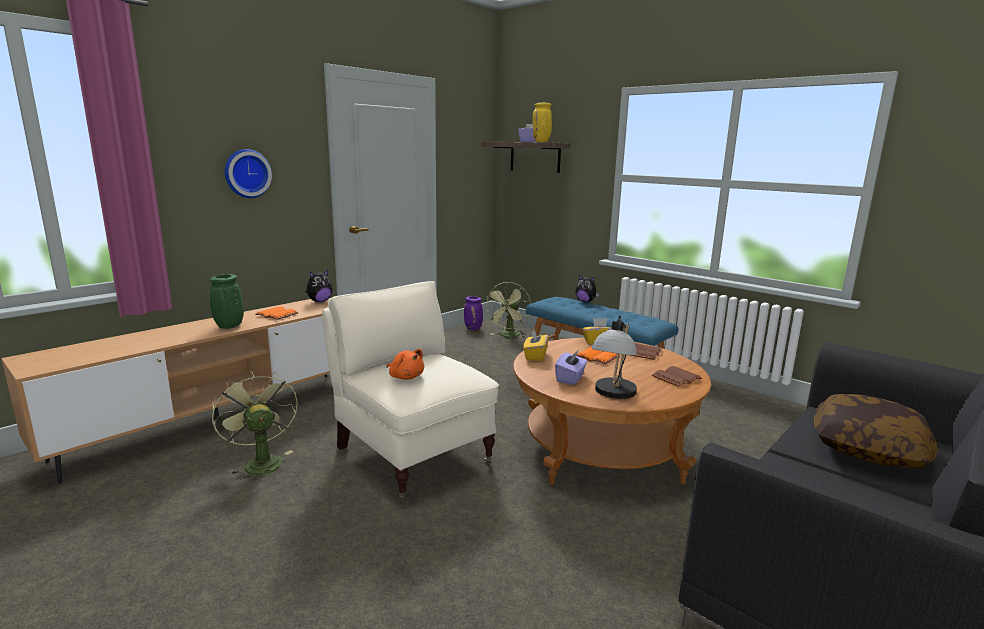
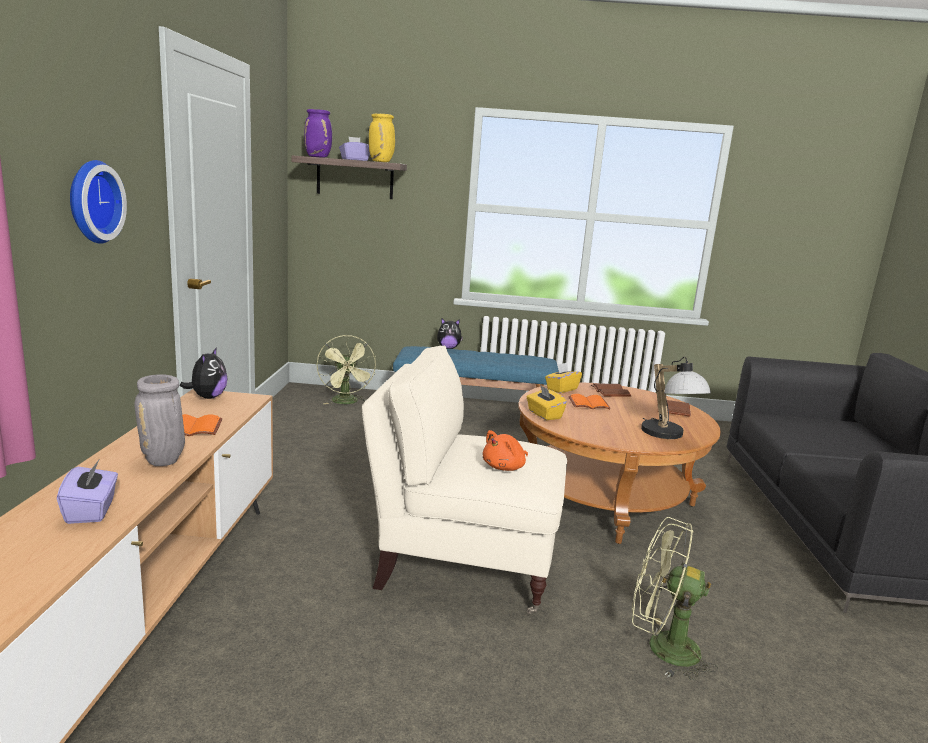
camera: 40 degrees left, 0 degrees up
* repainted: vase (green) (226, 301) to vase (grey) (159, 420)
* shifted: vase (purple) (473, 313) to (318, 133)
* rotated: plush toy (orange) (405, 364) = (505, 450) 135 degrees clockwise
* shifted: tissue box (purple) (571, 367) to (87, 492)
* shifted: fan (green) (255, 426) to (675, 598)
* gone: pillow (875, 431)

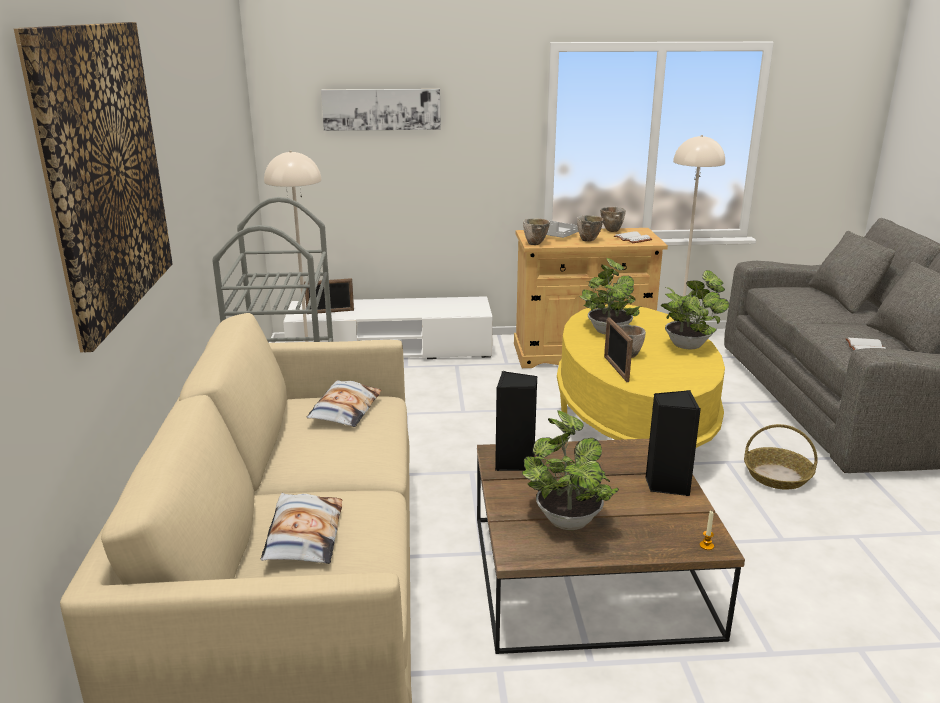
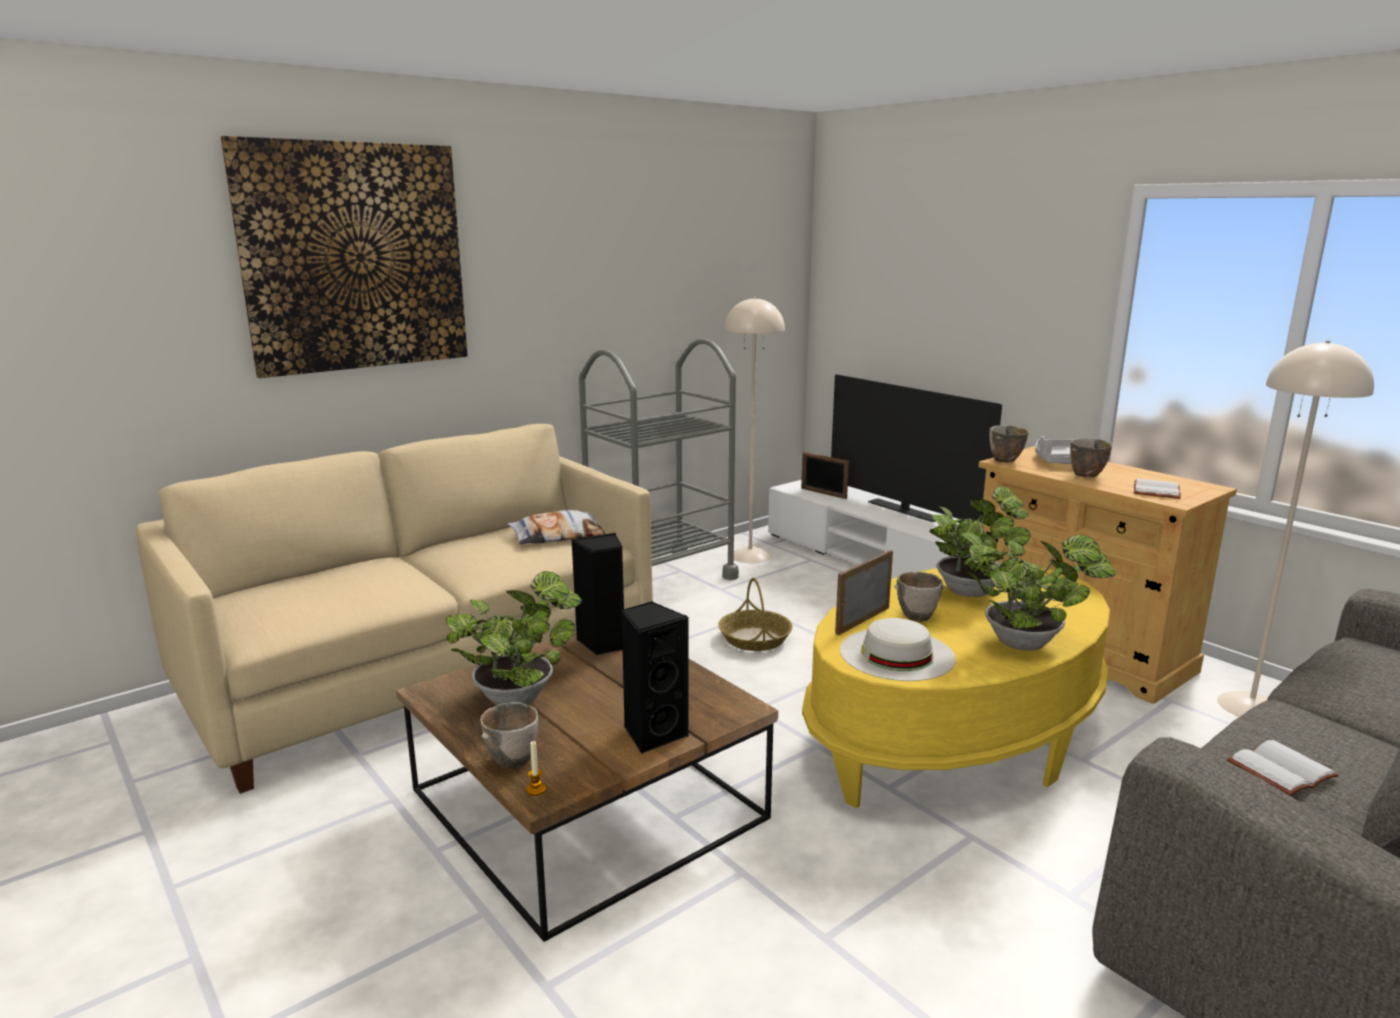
camera: 55 degrees right, 5 degrees down
* gone: picture (381, 110)
* shifted: bowl (613, 219) to (509, 735)
* shifted: basket (781, 457) to (755, 614)
* gone: pillow (302, 528)
* new: television (916, 448)
* new: hat (white) (898, 649)

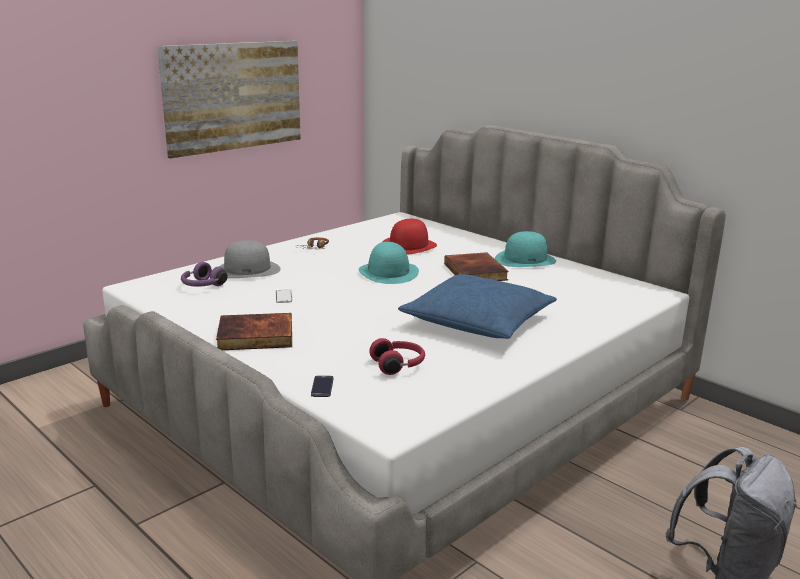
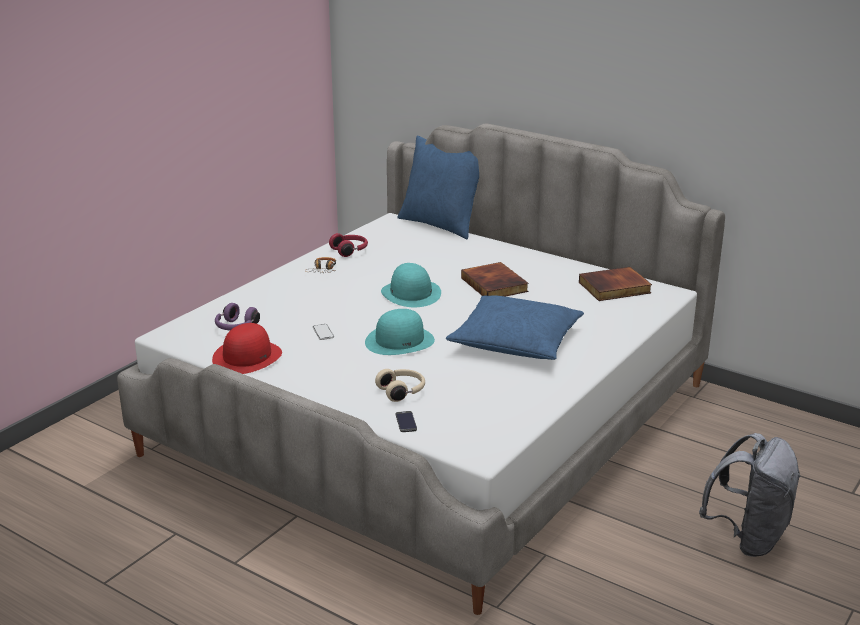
camera: 10 degrees left, 5 degrees up
* gone: picture (229, 99)
* shifted: hat (red) (410, 237) to (247, 348)
* shifted: hat (turquoise) (525, 249) to (400, 332)
* gone: hat (grey) (250, 259)
* shifted: book (254, 331) to (615, 284)
* shifted: headphones (red) (397, 356) to (348, 245)
* new: pillow (blue) (438, 188)
* new: headphones (beige) (400, 385)

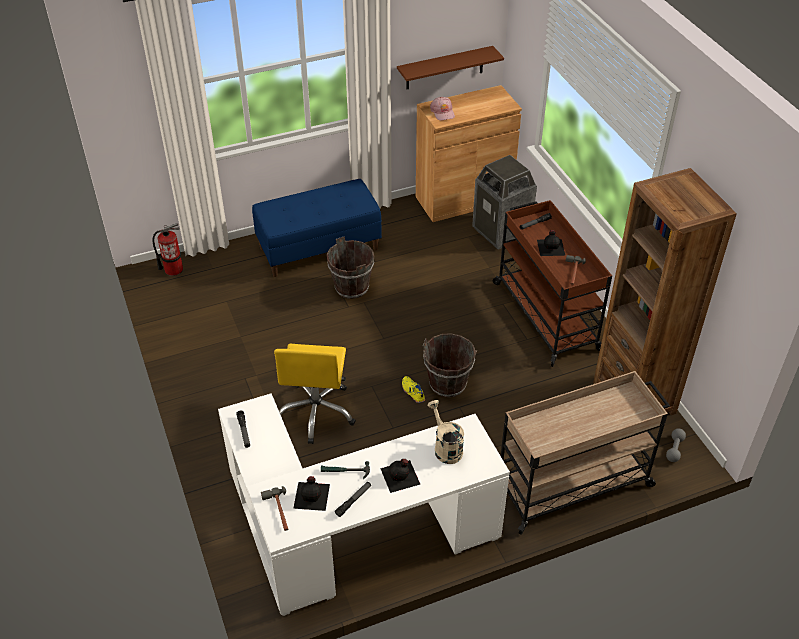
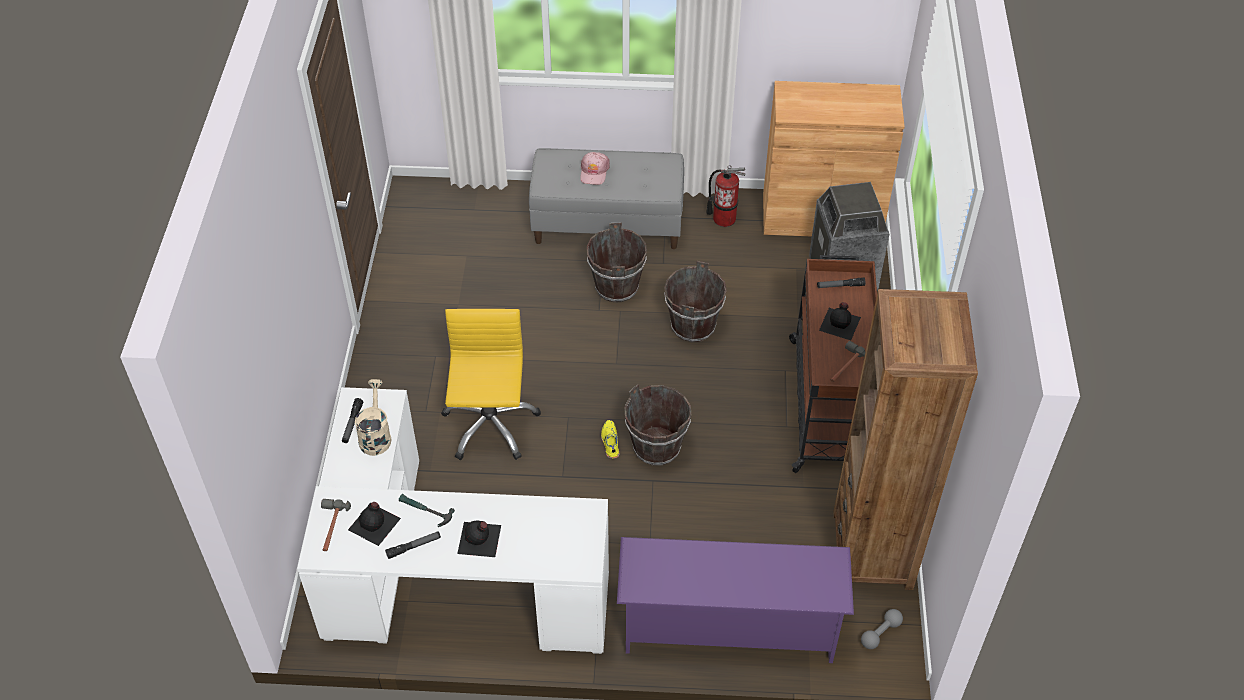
camera: 25 degrees right, 5 degrees up
* gone: shelf (brown) (450, 67)
* shifted: cap (pink) (442, 109) to (595, 168)
* repainted: bench (blue) (317, 228) to bench (grey) (606, 198)
* shifted: fire extinguisher (168, 249) to (725, 196)
* rotated: office chair (yellow) (315, 394) = (491, 384) 150 degrees clockwise
* swapped: cart (beige) (585, 453) to shoe rack (purple) (735, 600)
* shifted: watering can (beige) (445, 432) to (373, 417)
* new: bucket (brown) (695, 301)

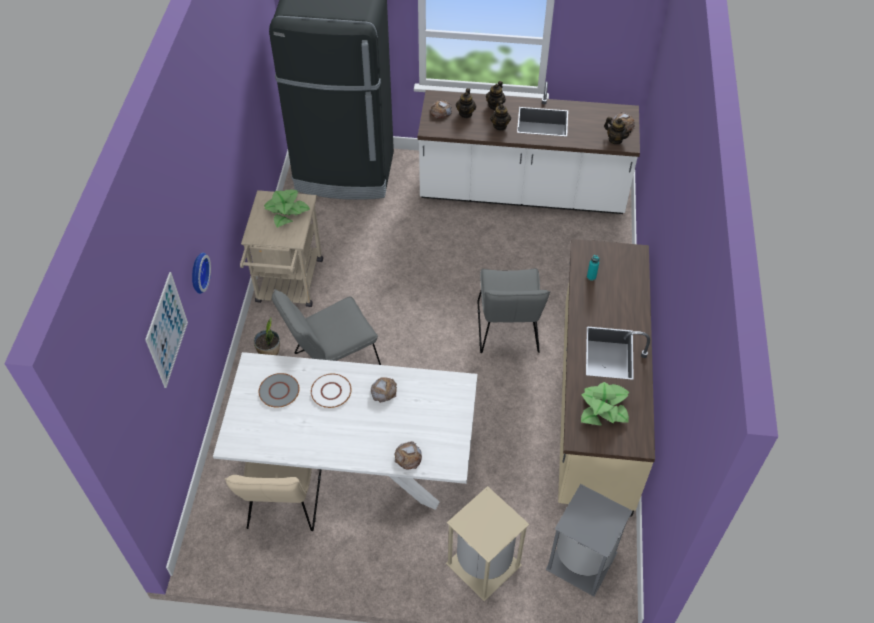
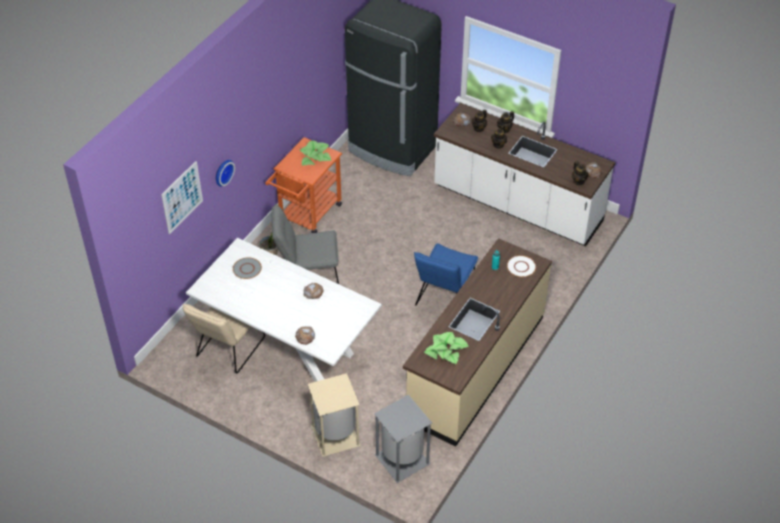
camera: 25 degrees right, 5 degrees down
* repainted: cart (beige) (281, 248) to cart (orange) (303, 185)
* repainted: chair (grey) (514, 310) to chair (blue) (446, 274)
* shifted: plate (white) (331, 391) to (521, 266)

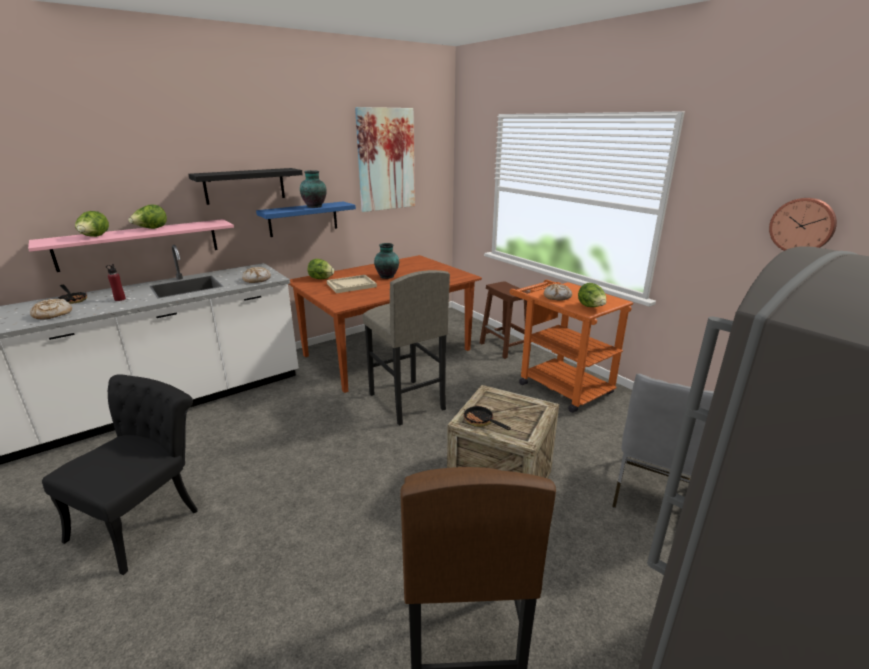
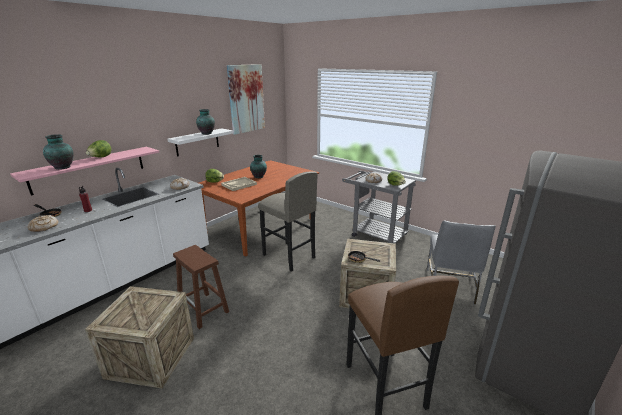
camera: 15 degrees left, 0 degrees up
* gone: shelf (black) (245, 186)
* gone: wall clock (803, 224)
* repainted: shelf (blue) (306, 219) to shelf (white) (200, 142)
* swapped: lettuce (92, 224) to vase (58, 152)
* repainted: cart (orange) (571, 346) to cart (grey) (379, 207)
* shifted: stool (brown) (505, 320) to (201, 287)
* swapped: chair (black) (120, 474) to crate (139, 337)

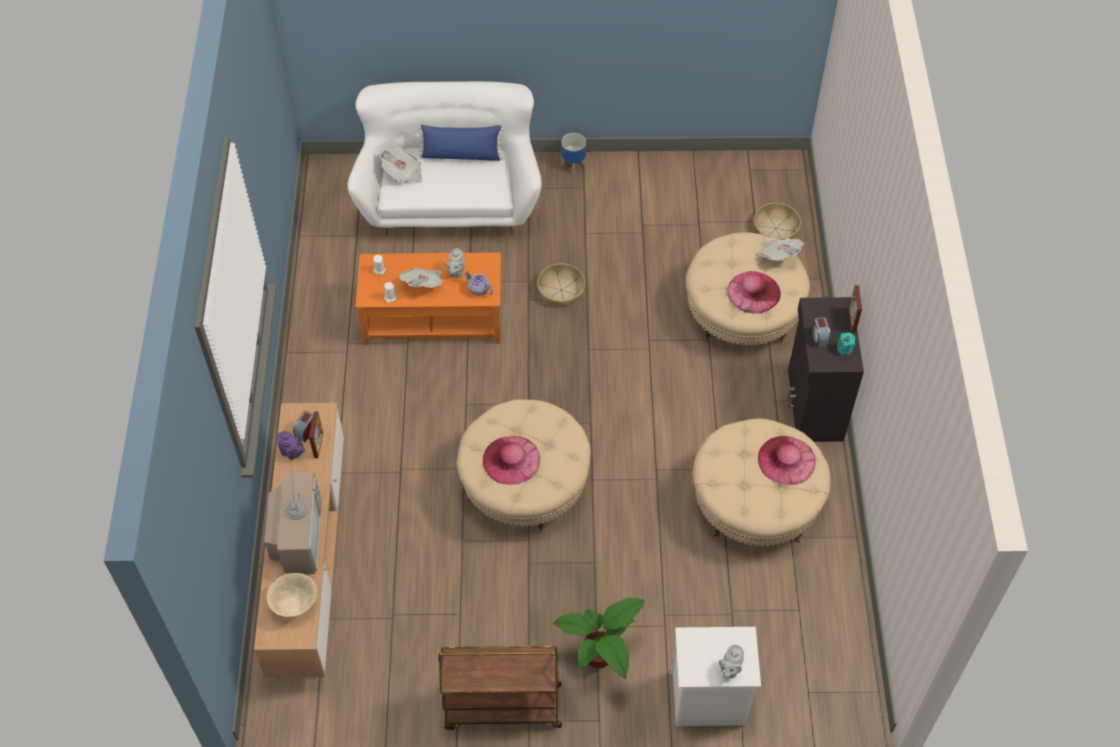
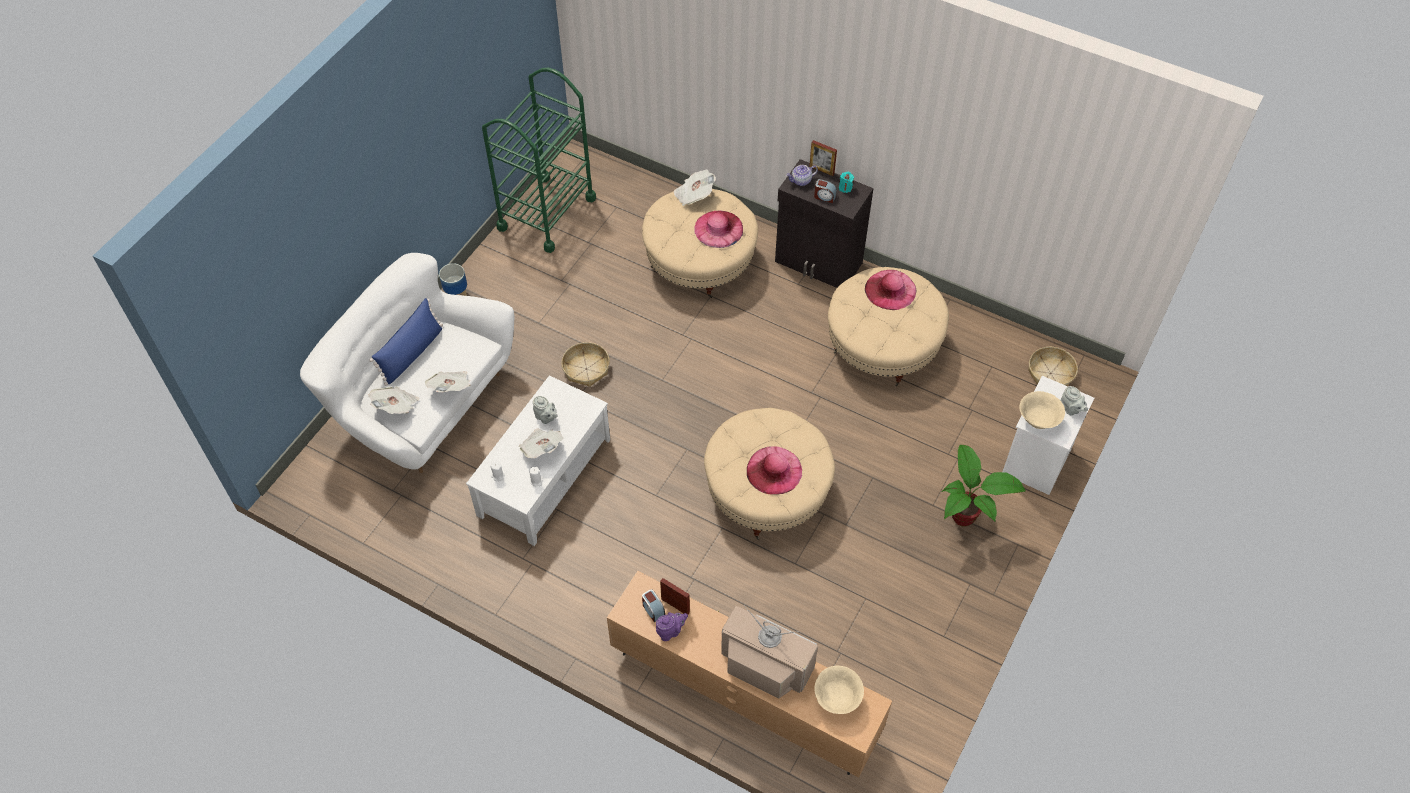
camera: 60 degrees left, 0 degrees up
* shifted: basket (777, 221) to (1053, 366)
* repainted: coffee table (orange) (428, 299) to coffee table (white) (538, 460)
* shifted: teapot (478, 283) to (802, 175)
* gone: cart (brown) (500, 688)
* new: cart (green) (539, 160)
* new: newspaper (447, 381)
* new: bowl (beige) (1042, 410)

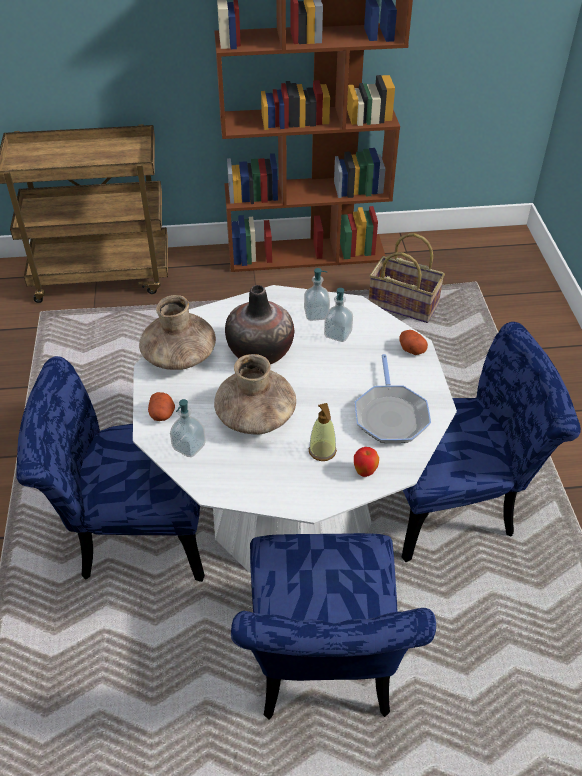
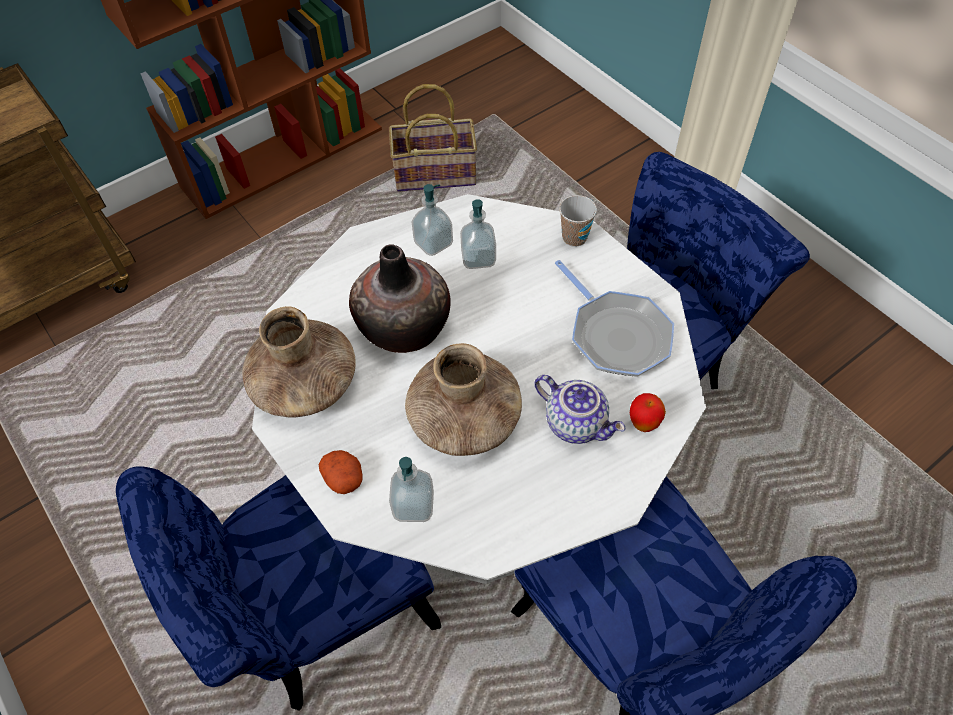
camera: 30 degrees left, 10 degrees up
* swapped: potato (413, 342) to cup (578, 221)
* swapped: soap dispenser (323, 432) to teapot (579, 409)

